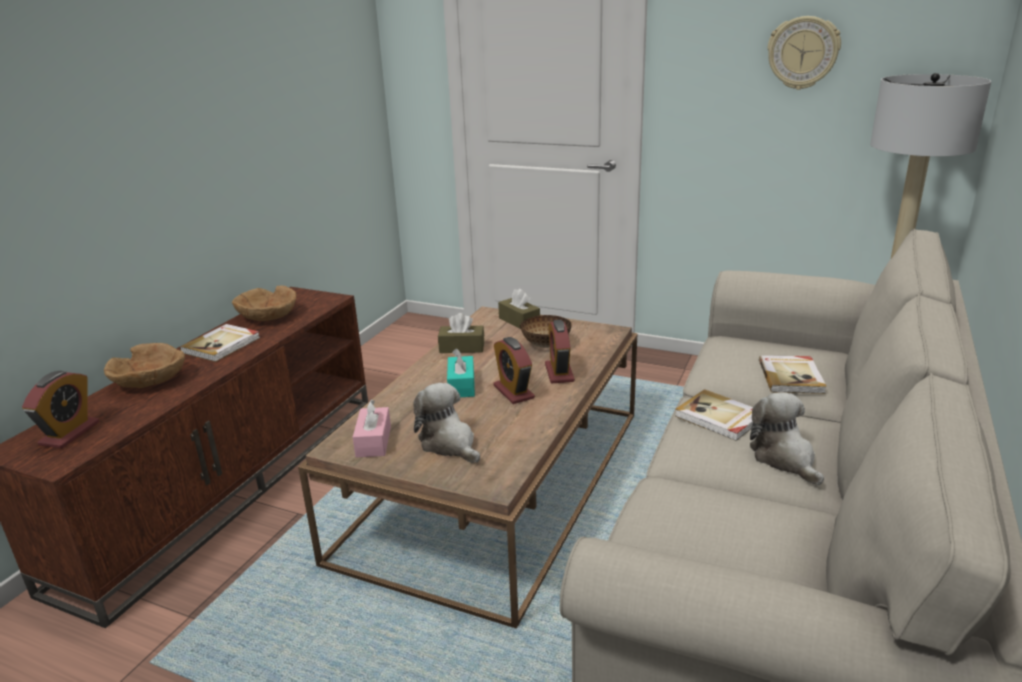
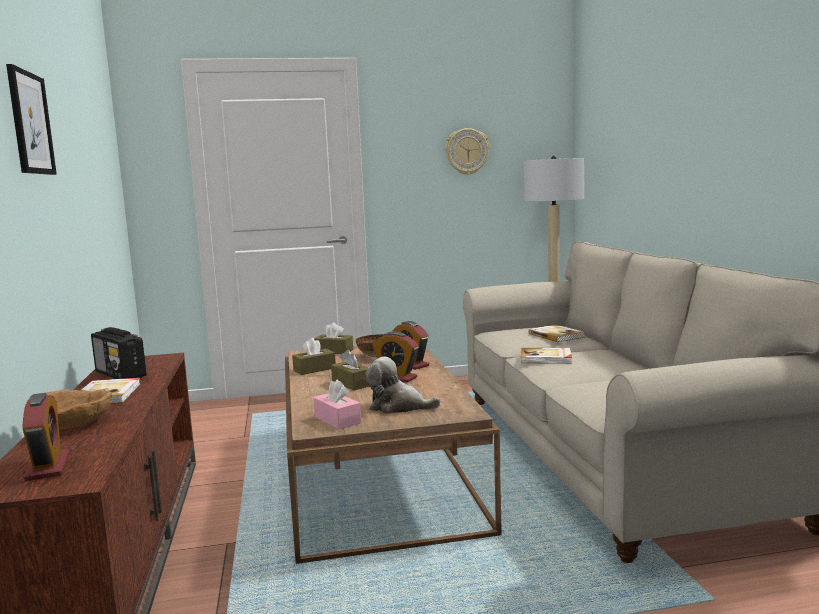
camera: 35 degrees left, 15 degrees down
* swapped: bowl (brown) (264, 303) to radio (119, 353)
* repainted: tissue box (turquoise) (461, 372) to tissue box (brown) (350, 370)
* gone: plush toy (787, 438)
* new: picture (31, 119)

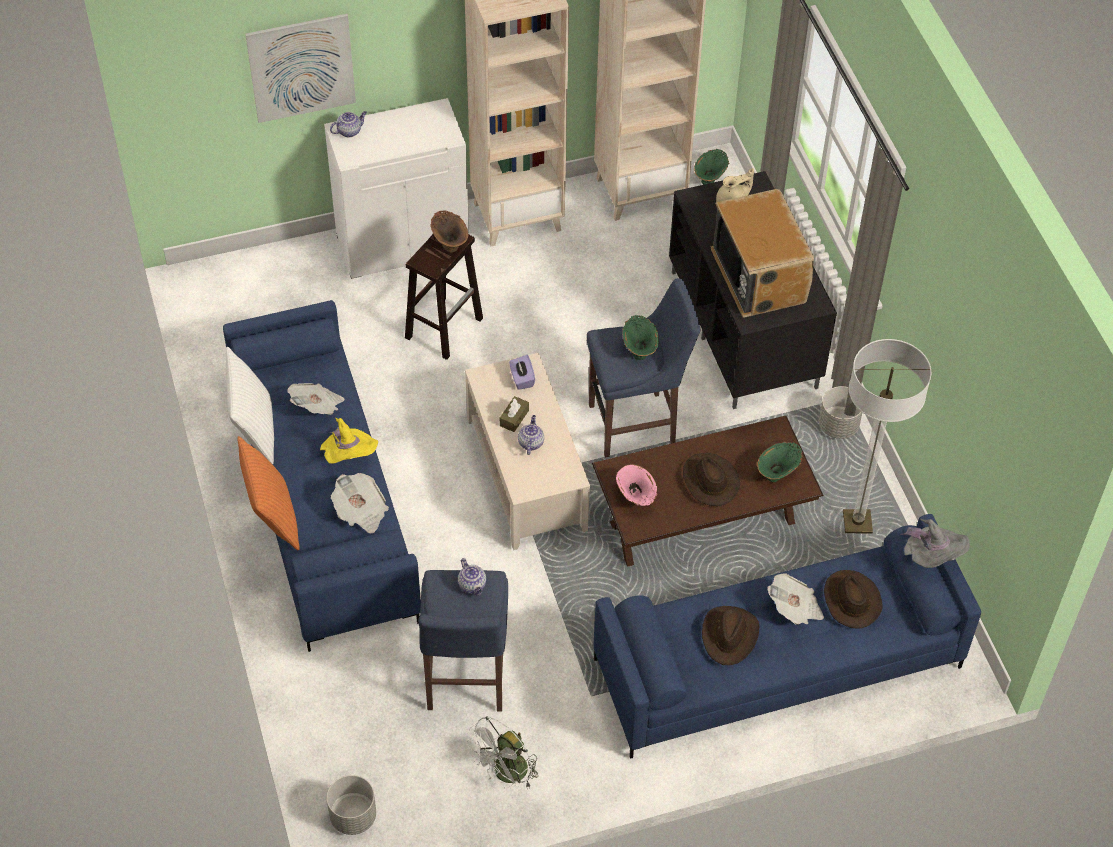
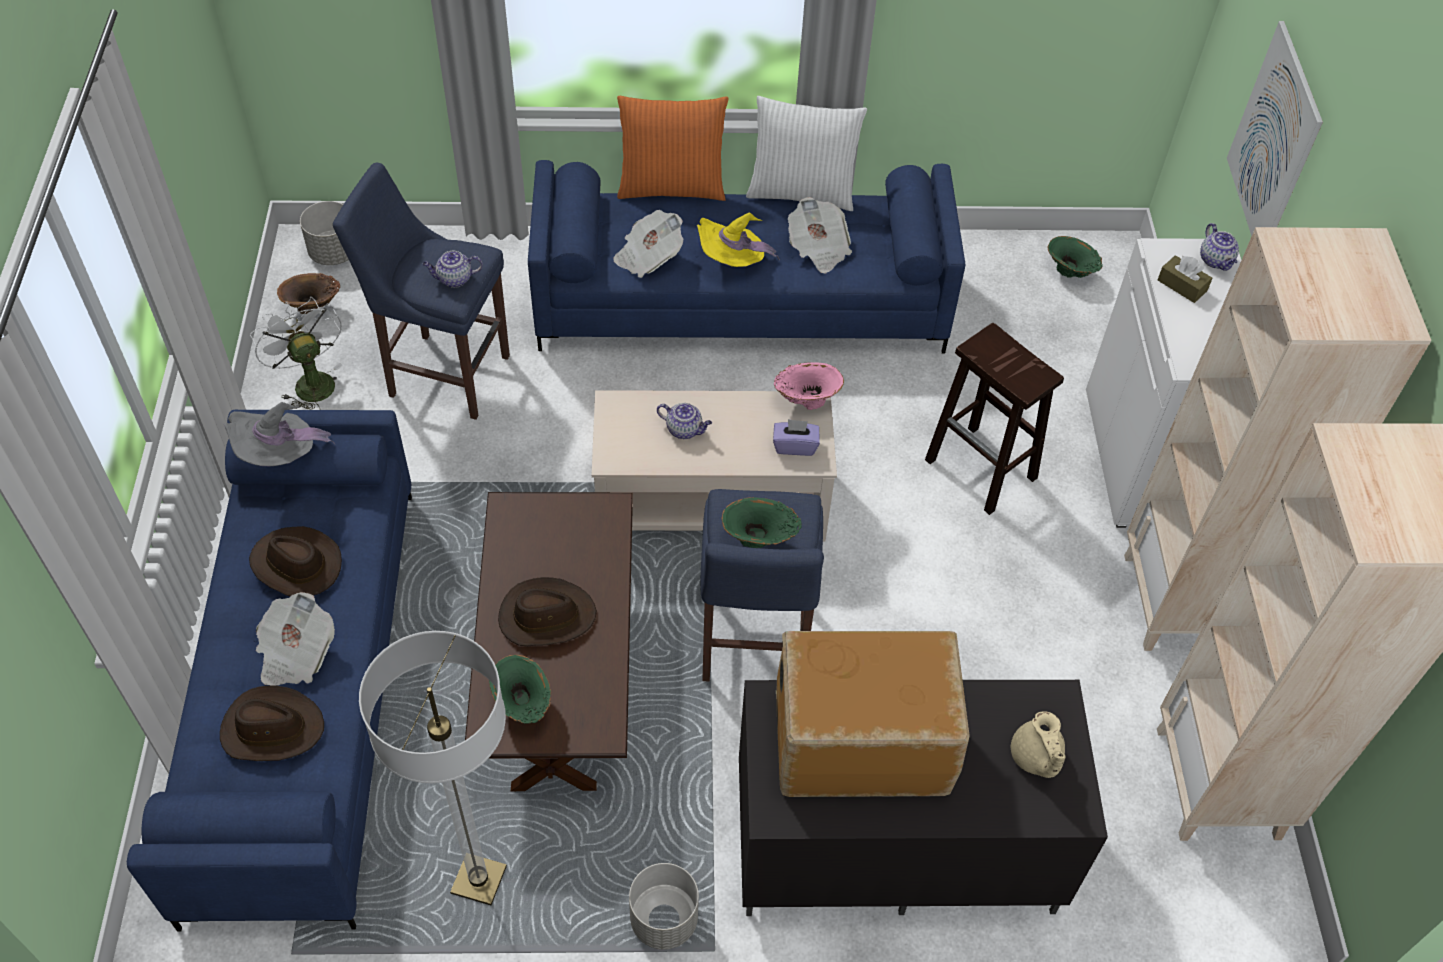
camera: 105 degrees right, 0 degrees up
* shifted: vase (green) (711, 167) to (1075, 257)
* shifted: vase (brown) (449, 231) to (308, 293)
* shifted: tissue box (brown) (514, 414) to (1185, 279)
* shifted: vase (pink) (636, 485) to (809, 386)
* shifted: hat (grey) (935, 543) to (279, 434)

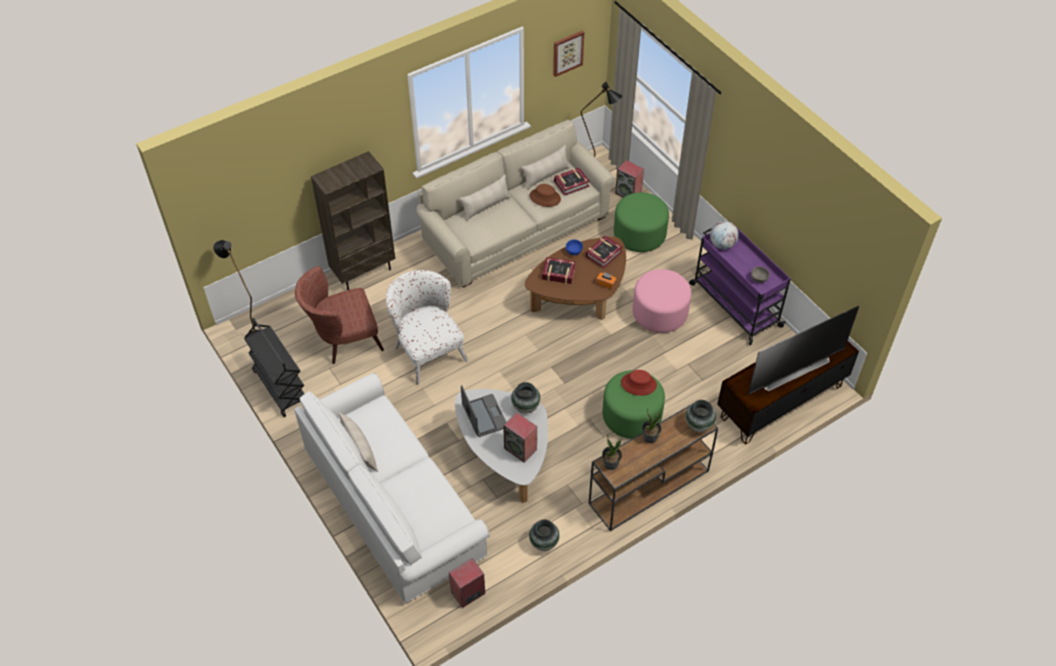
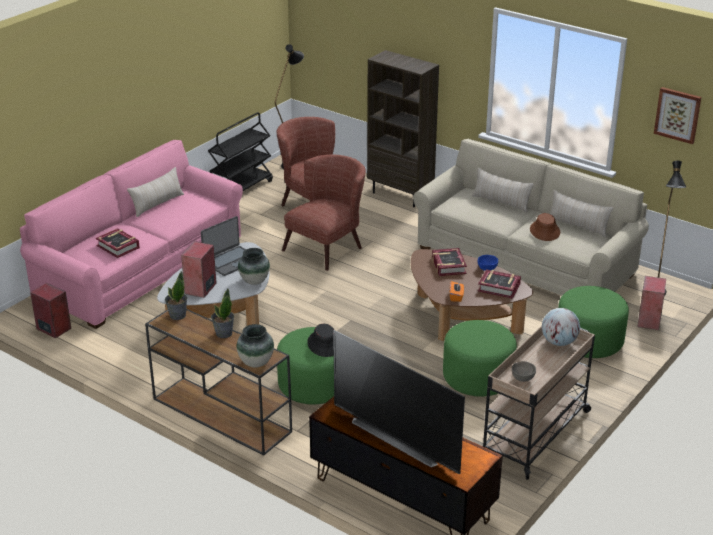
camera: 70 degrees right, 20 degrees down
* shifted: book (572, 182) to (118, 243)
* repainted: cart (purple) (740, 283) to cart (beige) (539, 403)
* repainted: ottoman (pink) (661, 301) to ottoman (green) (480, 358)
* repainted: armchair (white) (427, 327) to armchair (brown) (324, 213)
* repainted: hat (red) (639, 383) to hat (black) (320, 340)
* repainted: sofa (white) (391, 488) to sofa (pink) (131, 234)
* gone: vase (544, 535)

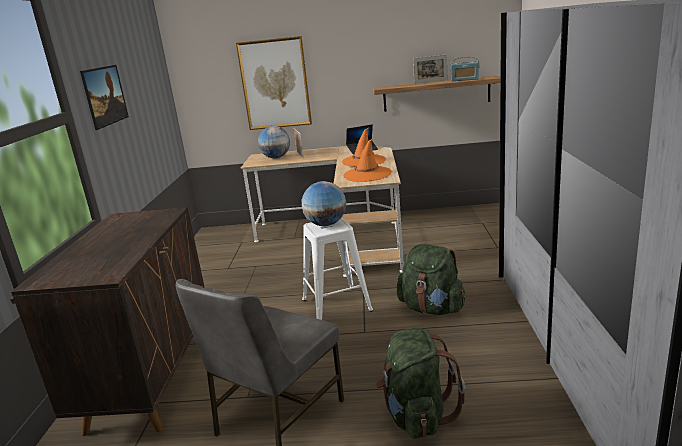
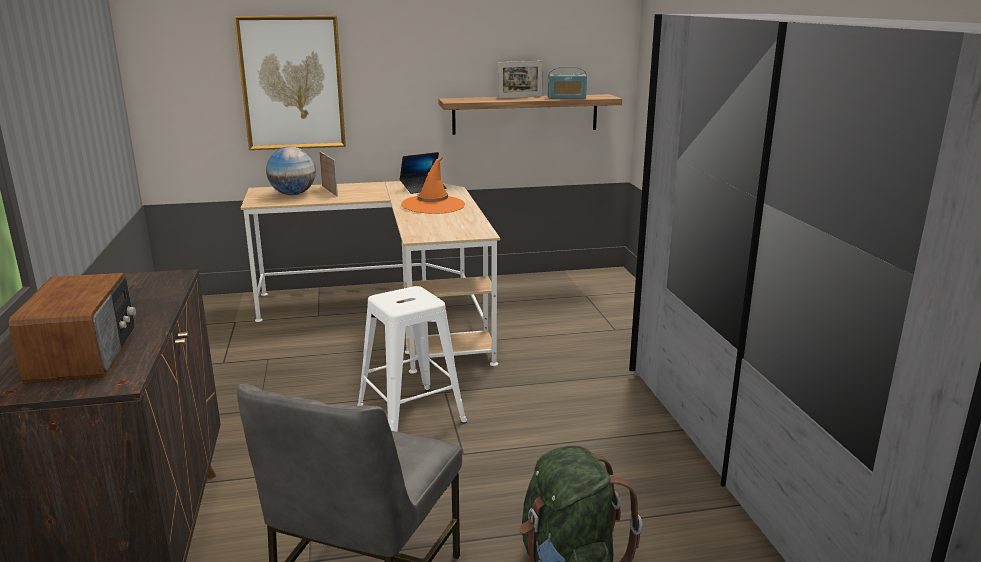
camera: 15 degrees left, 0 degrees up
* gone: picture (104, 97)
* gone: hat (orange) (368, 160)
* gone: globe (323, 203)
* gone: backpack (green) (431, 279)
* new: radio (72, 328)

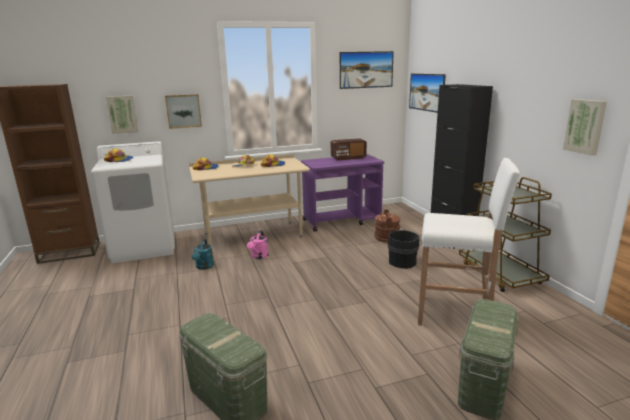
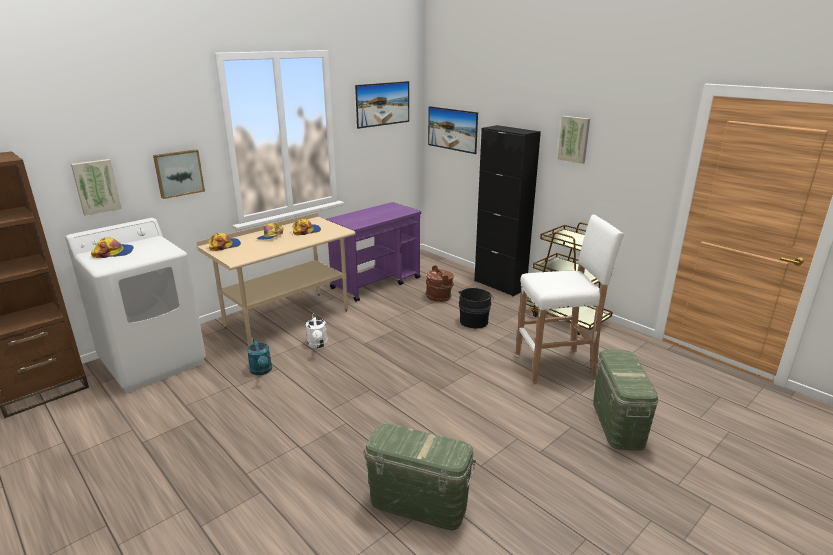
camera: 25 degrees left, 5 degrees up
* shifted: picture (585, 127) to (574, 140)
* gone: radio (348, 149)
* repainted: watering can (pink) (257, 244) to watering can (white) (317, 330)

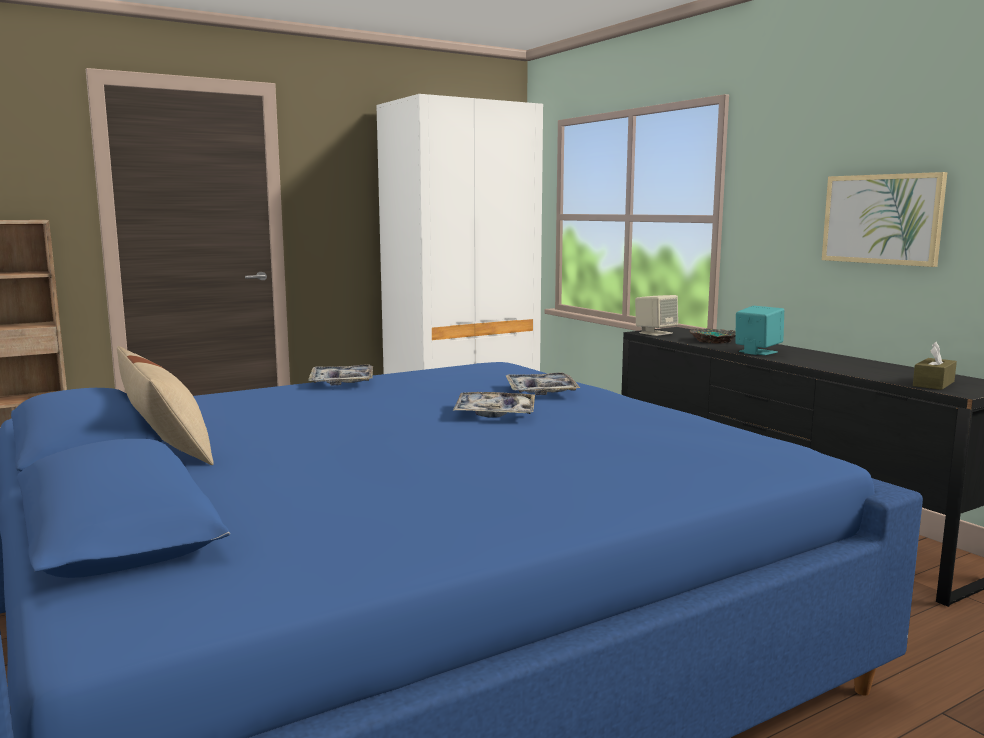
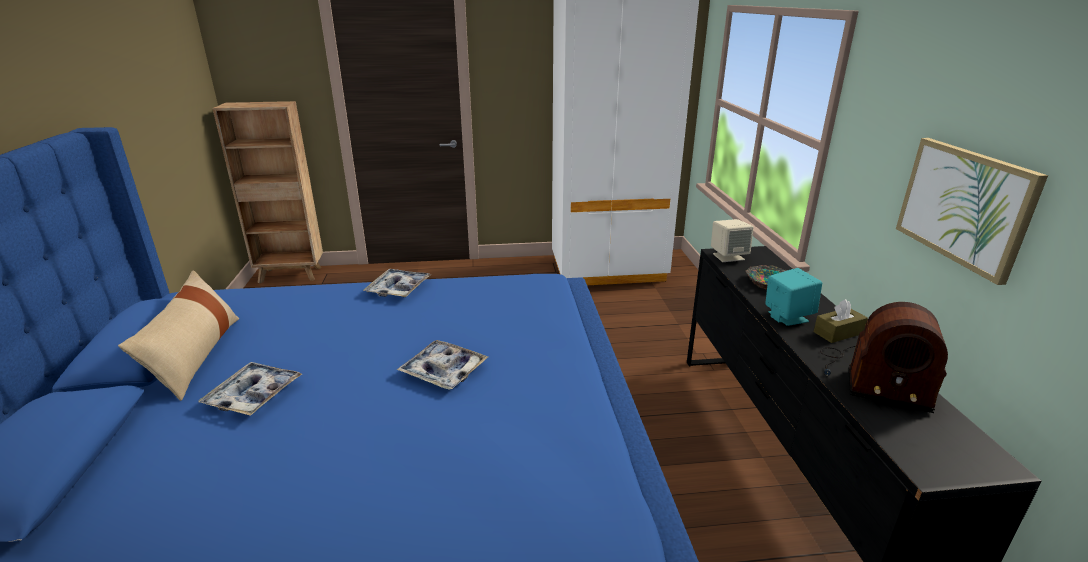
camera: 25 degrees right, 15 degrees up
* shifted: tissue box (brown) (935, 366) to (841, 321)
* shifted: tray (543, 384) to (250, 389)
* new: radio (884, 357)

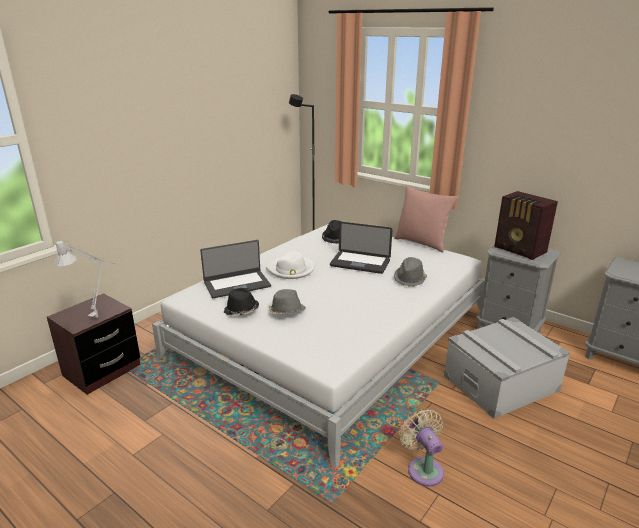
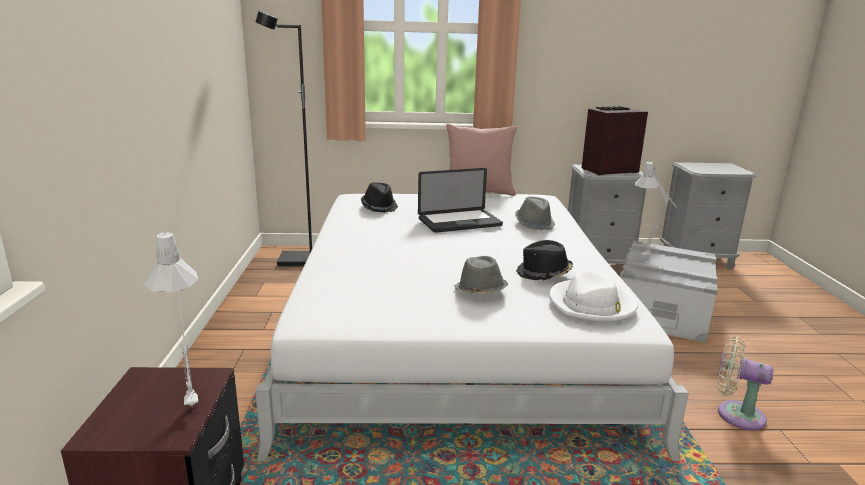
camera: 40 degrees left, 5 degrees down
* rotated: radio (526, 225) = (615, 141) 150 degrees clockwise
* gone: laptop (235, 269)
* shifted: hat (white) (290, 265) to (593, 297)
* shifted: hat (black) (241, 301) to (544, 260)
* new: table lamp (grey) (656, 210)

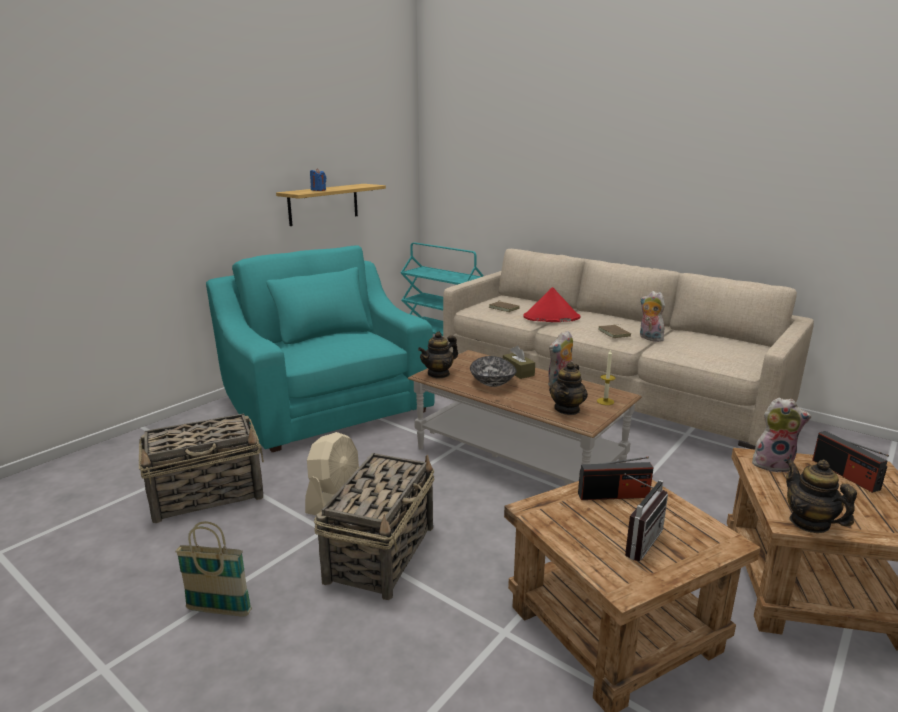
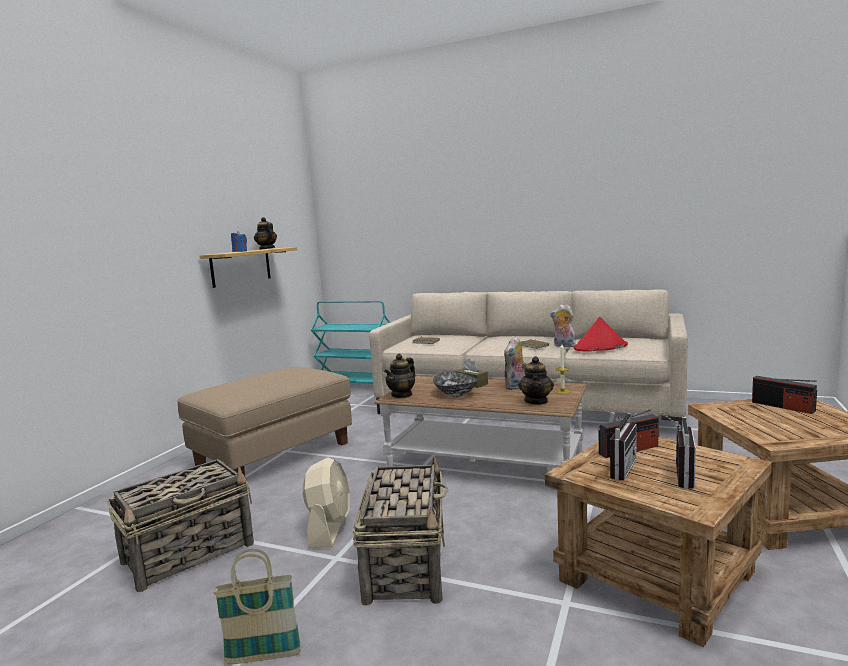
camera: 15 degrees left, 10 degrees down
* swapped: armchair (turquoise) (320, 348) to ottoman (beige) (264, 421)
* shifted: hat (red) (552, 304) to (600, 334)
* gone: plush toy (781, 435)
* shifted: teapot (821, 496) to (265, 233)
* new: radio (618, 444)

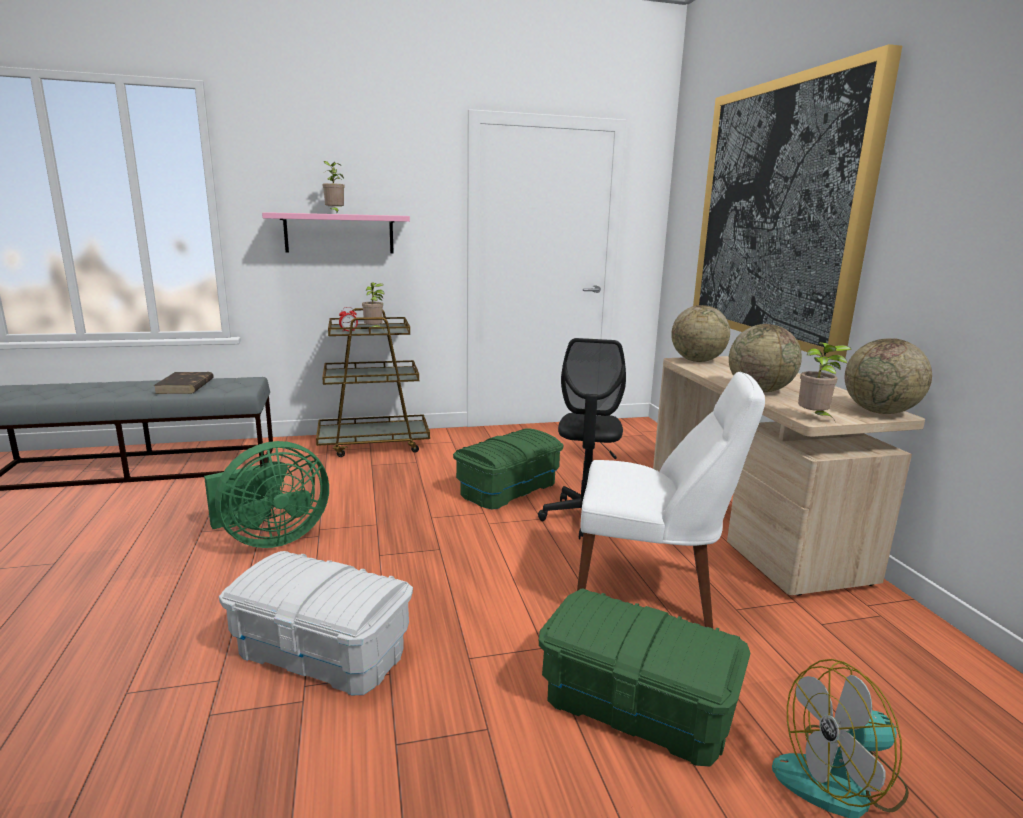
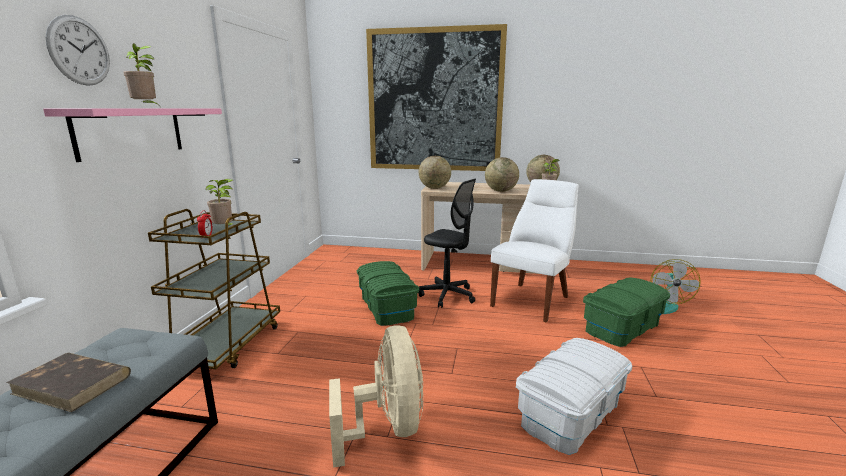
camera: 65 degrees left, 0 degrees up
* repainted: fan (green) (266, 494) to fan (beige) (376, 396)
* new: wall clock (78, 50)

